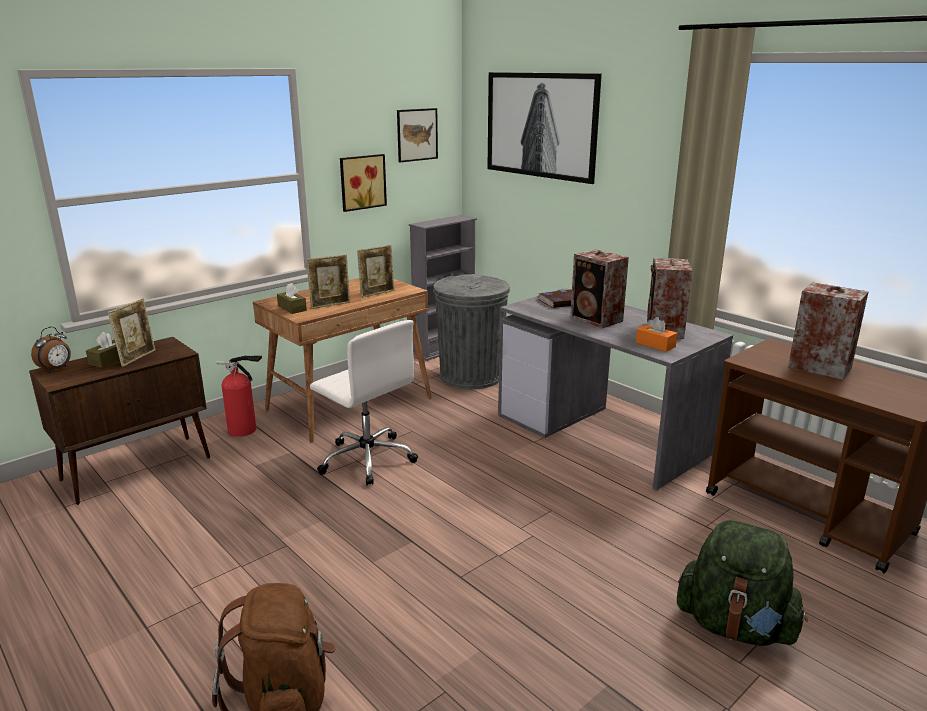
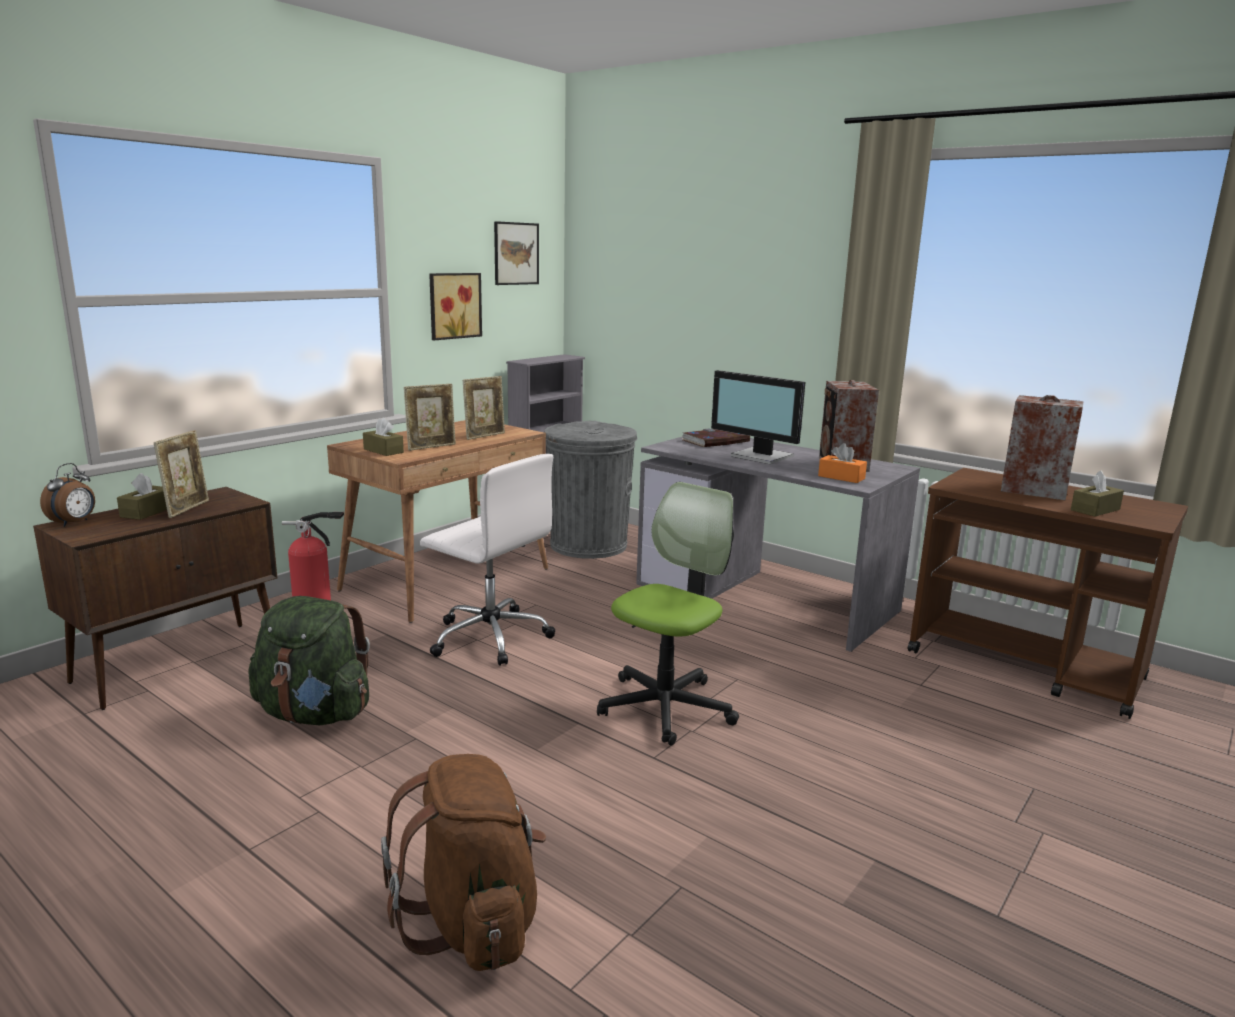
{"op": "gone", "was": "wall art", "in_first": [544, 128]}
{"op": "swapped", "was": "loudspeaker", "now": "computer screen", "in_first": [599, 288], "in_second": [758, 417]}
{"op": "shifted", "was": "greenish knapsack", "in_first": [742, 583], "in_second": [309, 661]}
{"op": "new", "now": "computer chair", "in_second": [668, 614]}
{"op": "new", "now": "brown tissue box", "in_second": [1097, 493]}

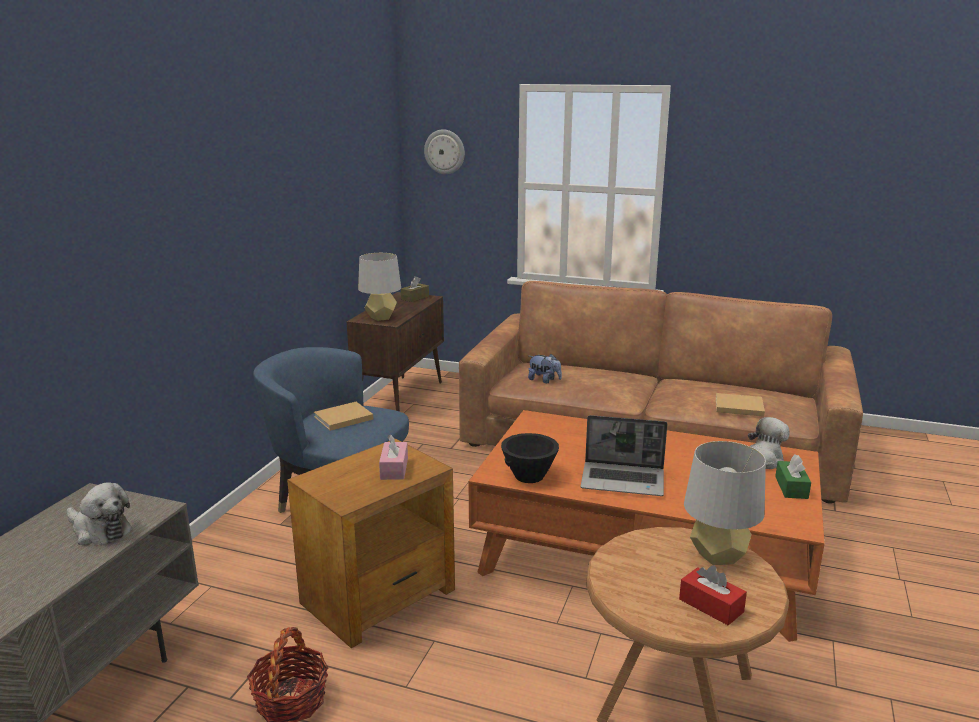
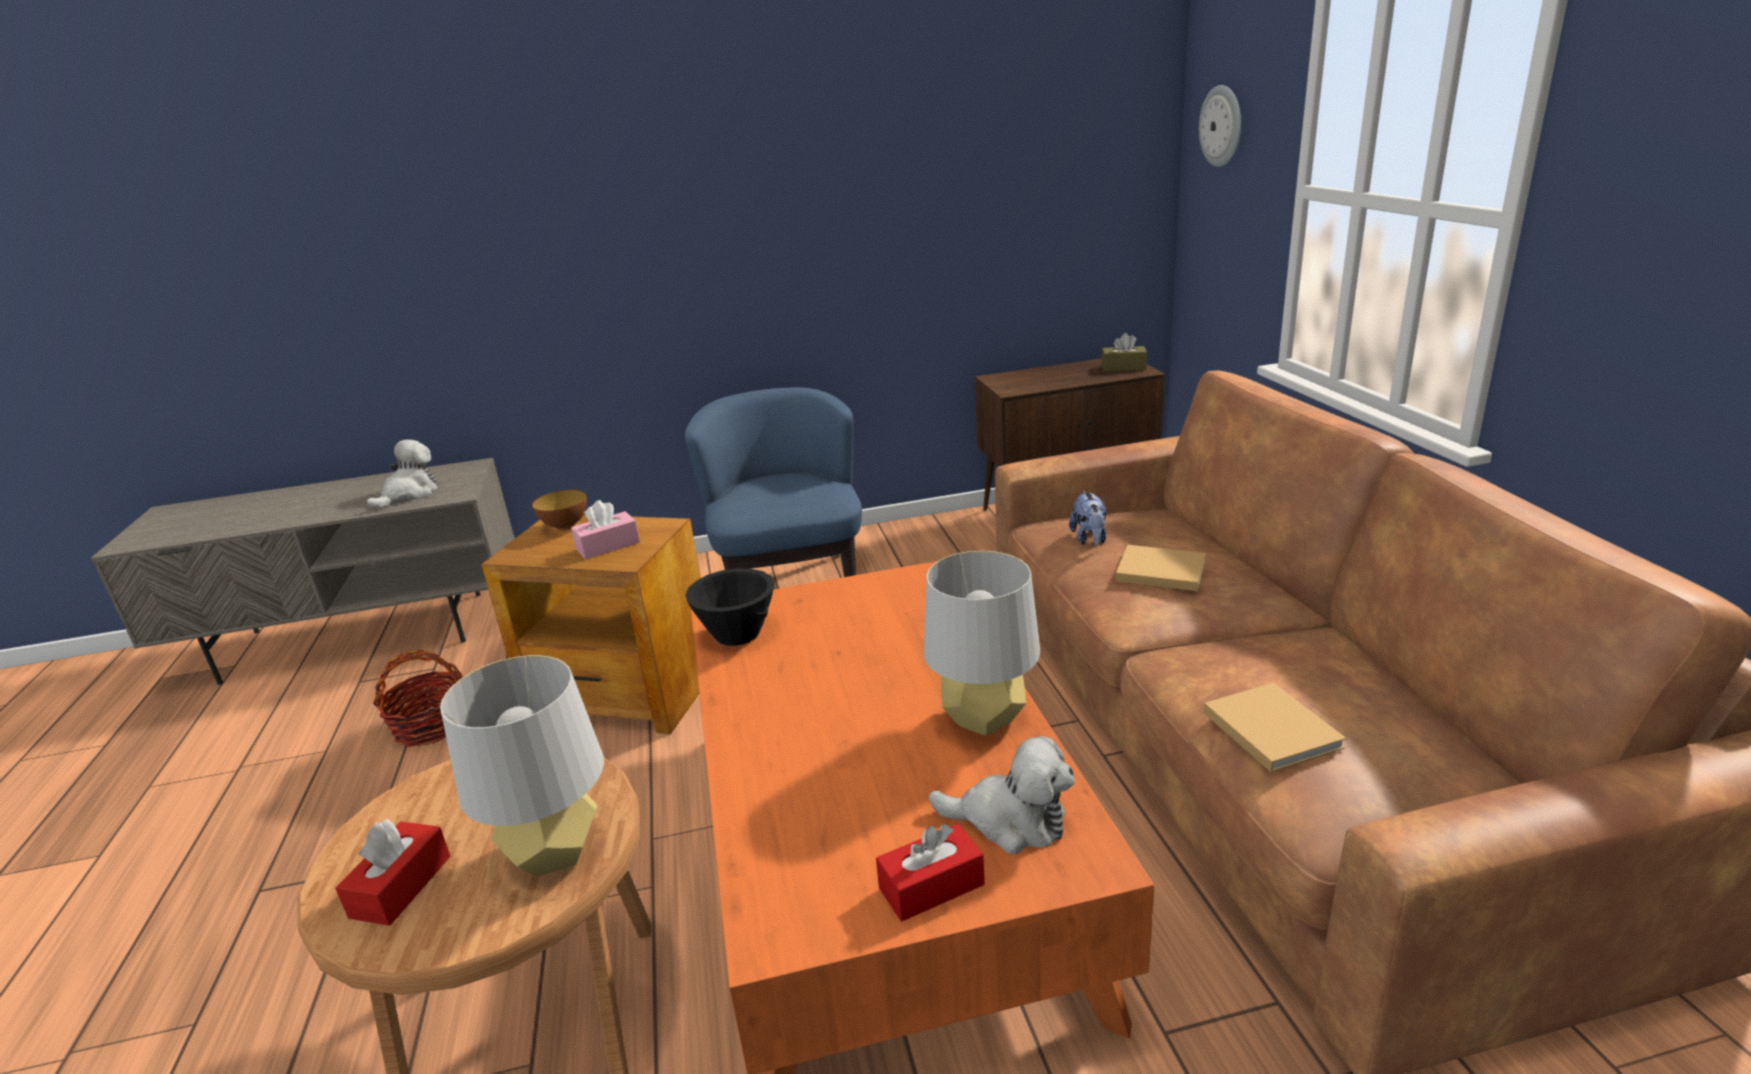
{"op": "rotated", "was": "cuddly toy", "in_first": [99, 513], "in_second": [402, 474], "clockwise": -150}
{"op": "shifted", "was": "beige-coloured volume", "in_first": [343, 416], "in_second": [1161, 568]}
{"op": "shifted", "was": "greyish lamp for a table", "in_first": [379, 287], "in_second": [982, 643]}
{"op": "gone", "was": "notebook computer", "in_first": [623, 455]}
{"op": "repainted", "was": "greenish tissue box", "now": "red tissue box", "in_first": [793, 476], "in_second": [930, 872]}
{"op": "new", "now": "bowl", "in_second": [559, 510]}

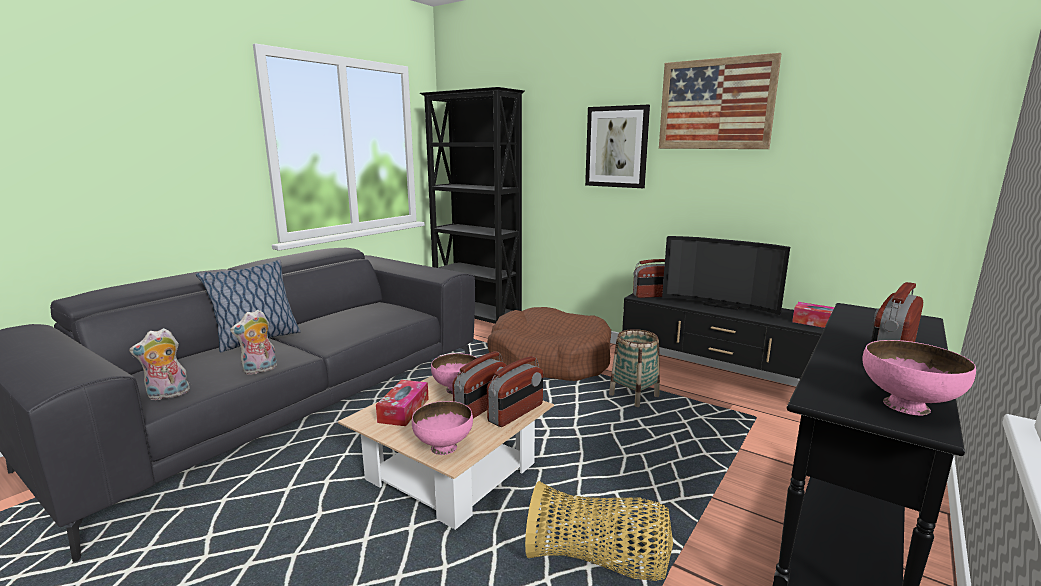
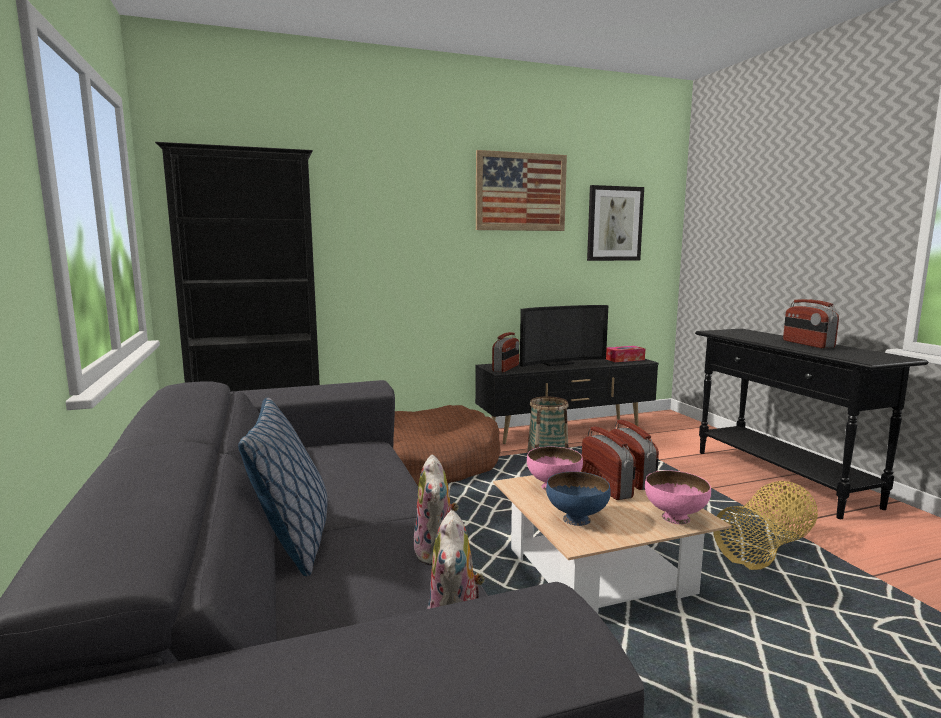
{"op": "swapped", "was": "tissue box", "now": "blue-coloured bowl", "in_first": [402, 403], "in_second": [578, 499]}
{"op": "shifted", "was": "wall art", "in_first": [617, 146], "in_second": [615, 223]}
{"op": "gone", "was": "pink-coloured bowl", "in_first": [919, 377]}

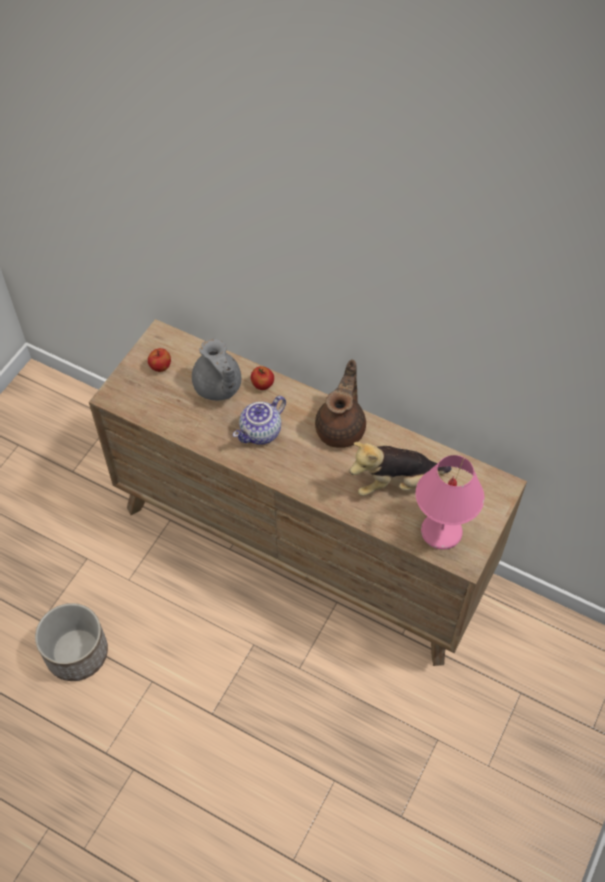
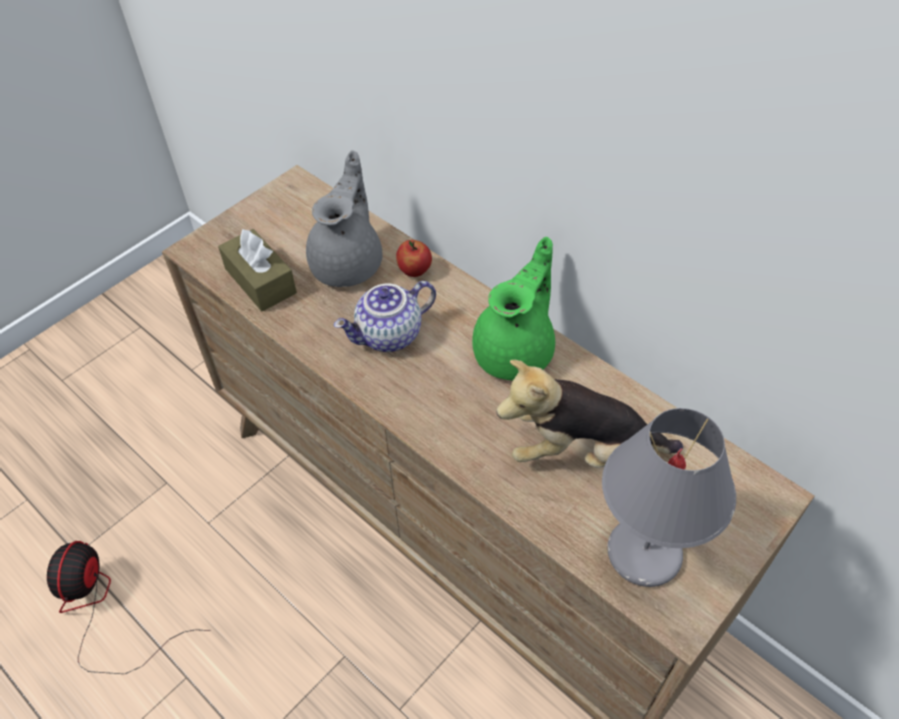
{"op": "swapped", "was": "planter", "now": "electric fan", "in_first": [71, 642], "in_second": [129, 607]}
{"op": "gone", "was": "apple fruit", "in_first": [159, 360]}
{"op": "rotated", "was": "greyish pot for tea", "in_first": [216, 369], "in_second": [344, 218], "clockwise": -150}
{"op": "repainted", "was": "brown pot for tea", "now": "greenish pot for tea", "in_first": [340, 404], "in_second": [513, 308]}
{"op": "repainted", "was": "pink-coloured lamp for a table", "now": "greyish lamp for a table", "in_first": [450, 502], "in_second": [669, 497]}
{"op": "new", "now": "brown tissue box", "in_second": [257, 270]}

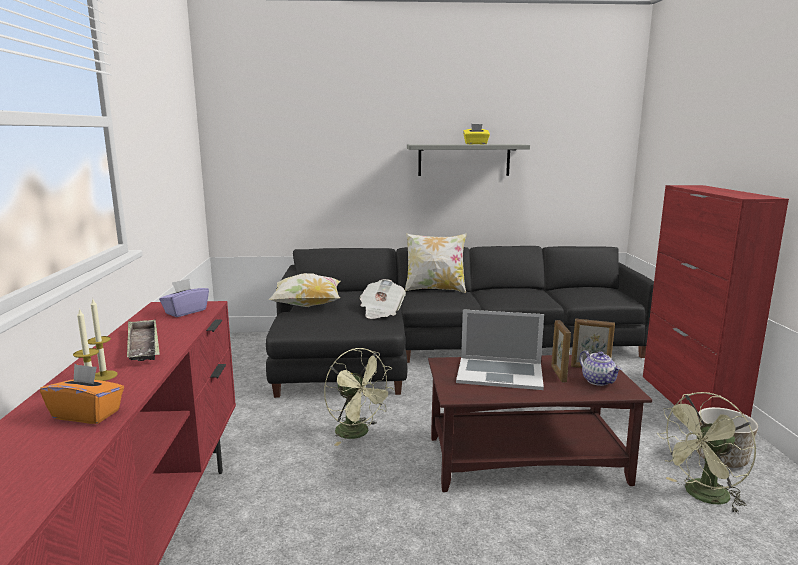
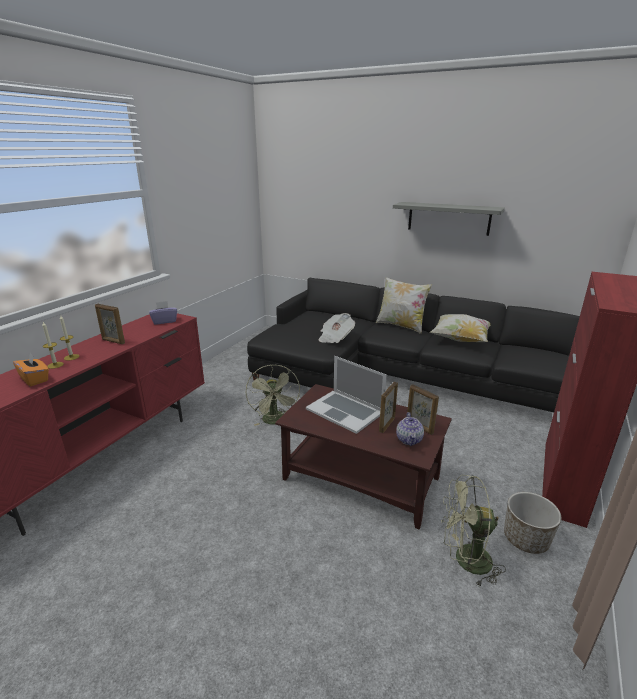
{"op": "swapped", "was": "serving tray", "now": "standing frame", "in_first": [143, 340], "in_second": [110, 324]}
{"op": "shifted", "was": "cushion", "in_first": [304, 290], "in_second": [461, 328]}
{"op": "gone", "was": "yellow tissue box", "in_first": [476, 134]}

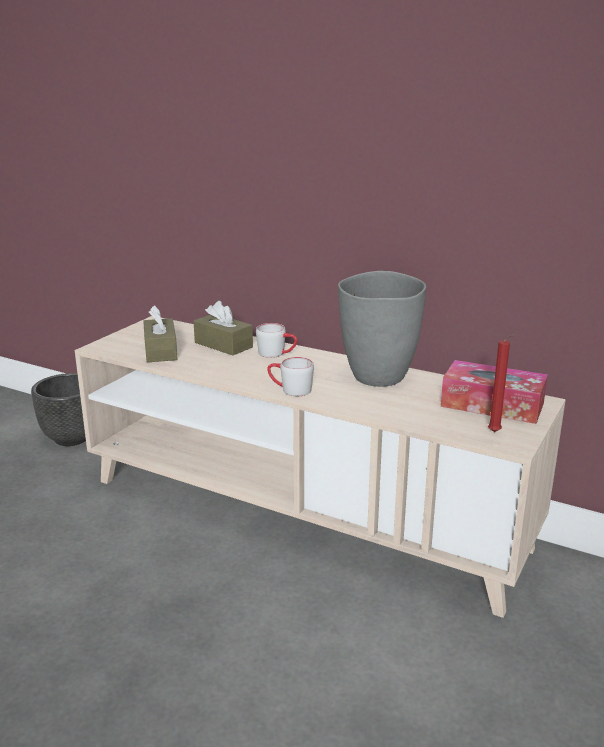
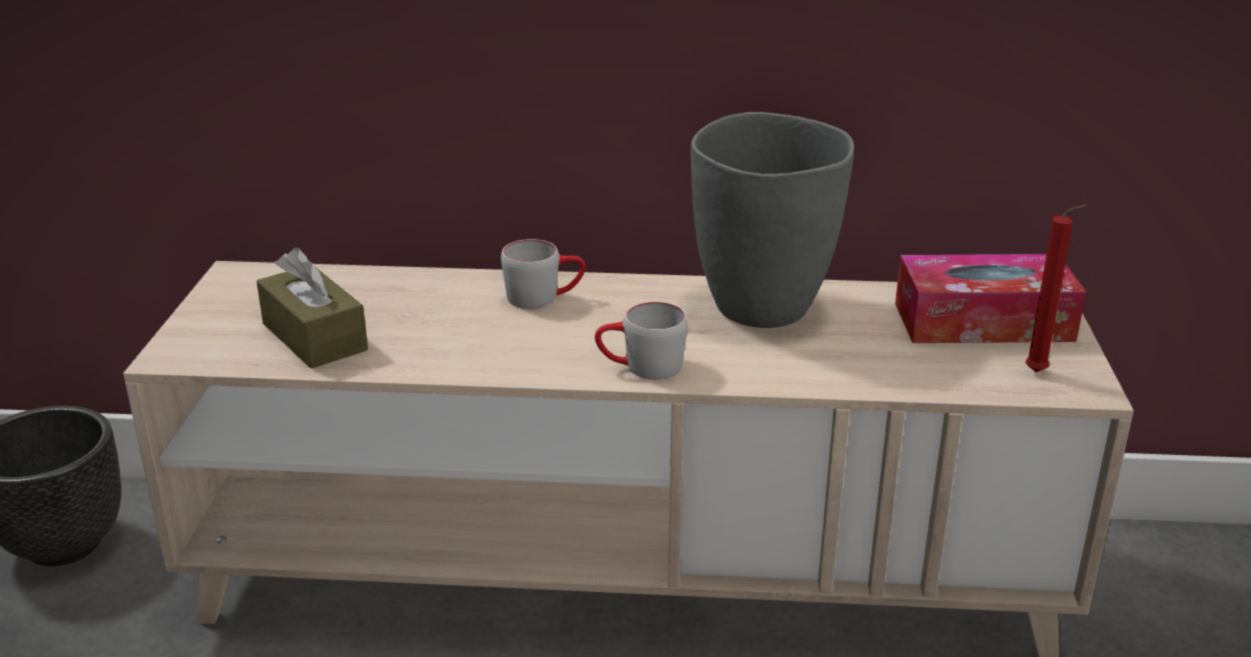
{"op": "gone", "was": "brown tissue box", "in_first": [223, 328]}

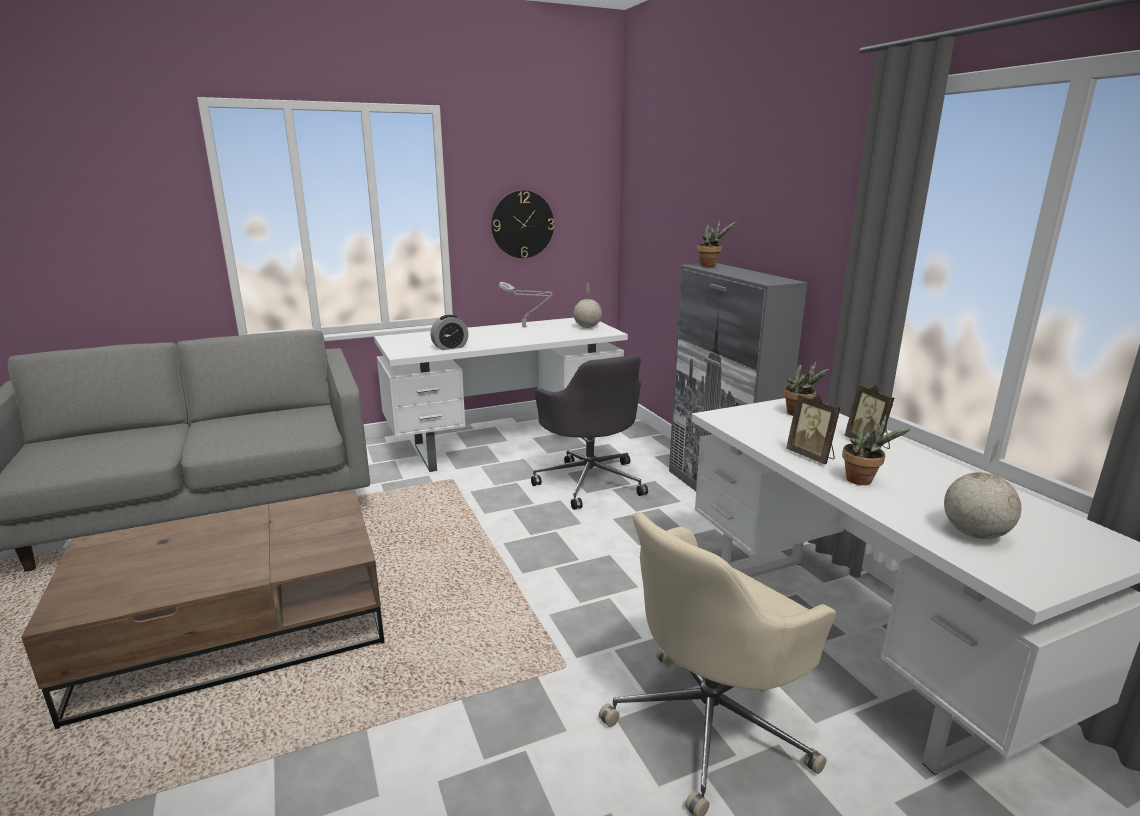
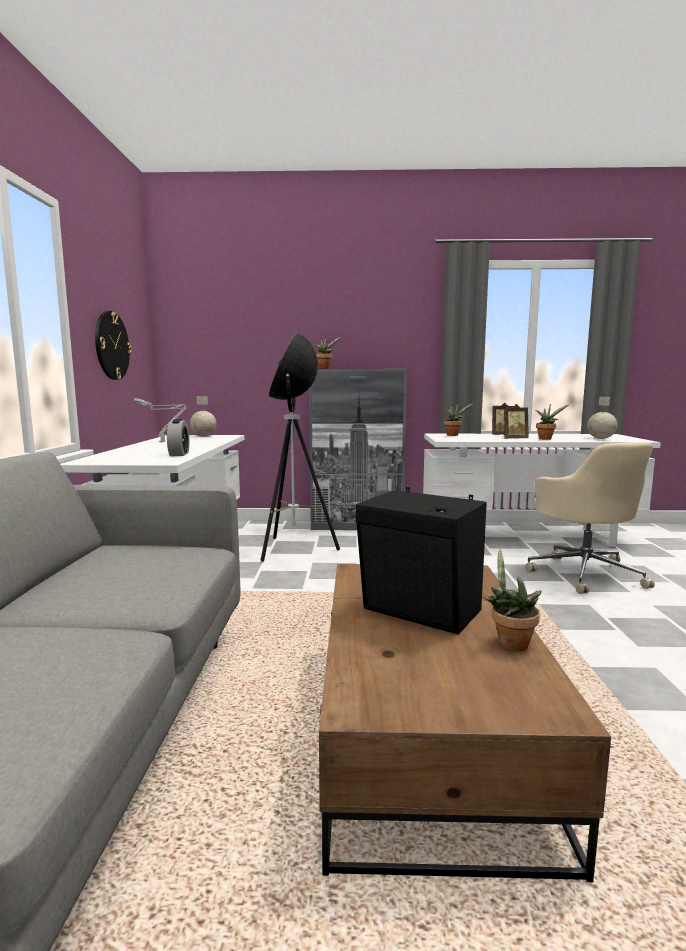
{"op": "swapped", "was": "greyish computer chair", "now": "standard lamp", "in_first": [589, 432], "in_second": [300, 447]}
{"op": "new", "now": "blackish loudspeaker", "in_second": [421, 561]}
{"op": "new", "now": "potted plant", "in_second": [512, 600]}

